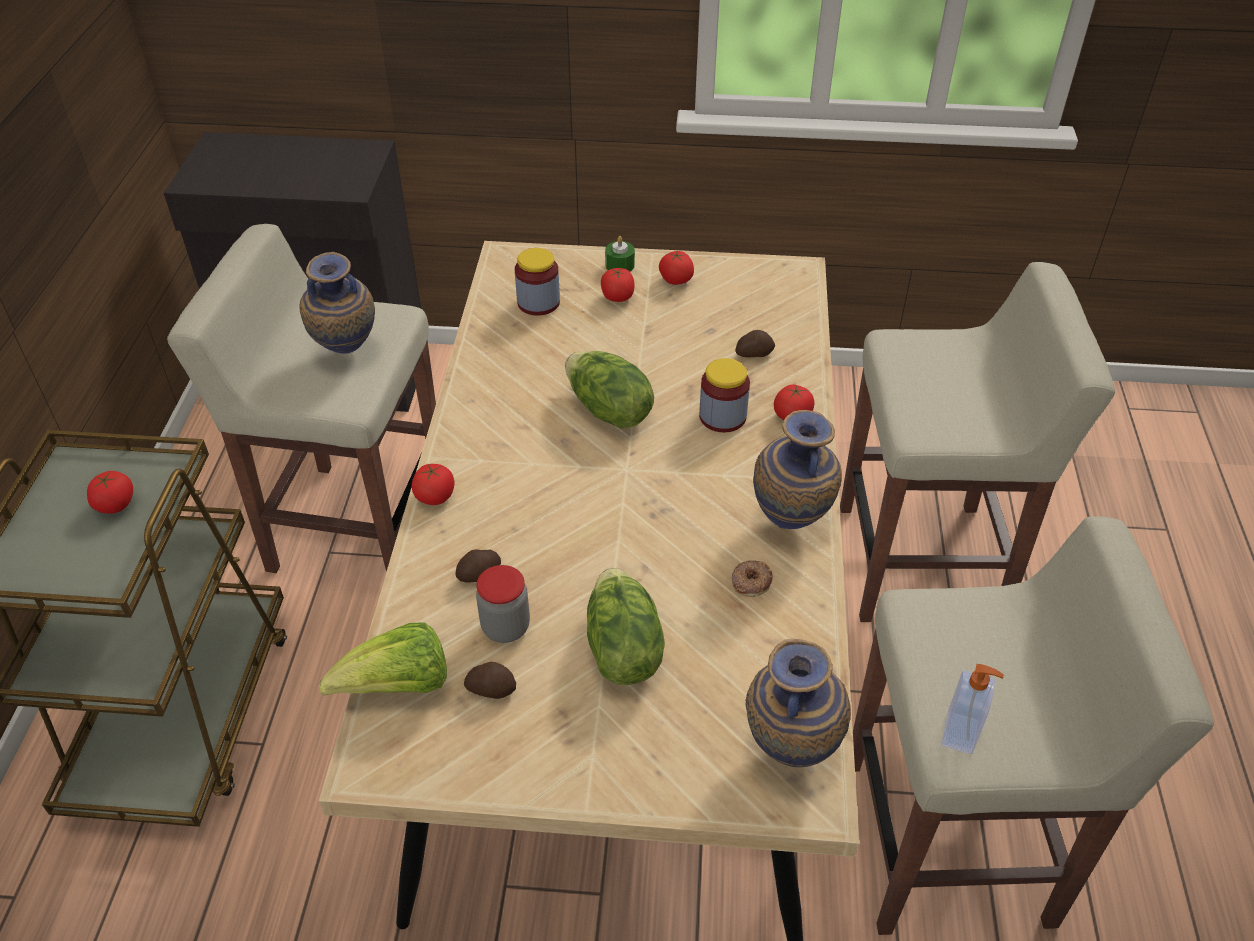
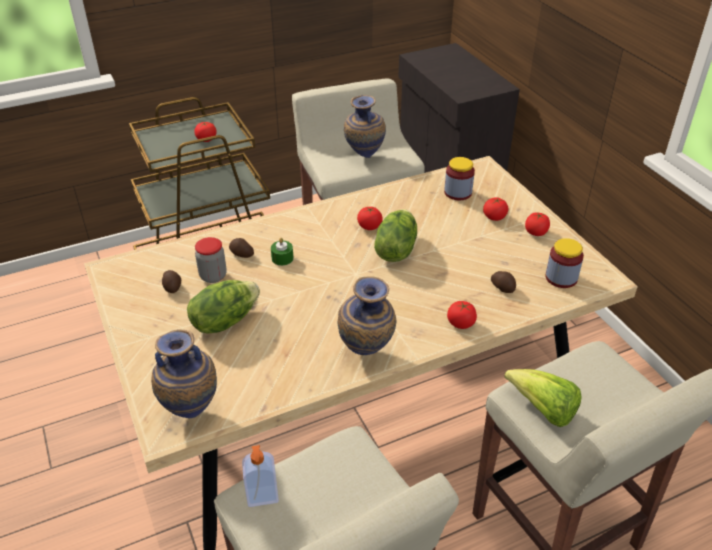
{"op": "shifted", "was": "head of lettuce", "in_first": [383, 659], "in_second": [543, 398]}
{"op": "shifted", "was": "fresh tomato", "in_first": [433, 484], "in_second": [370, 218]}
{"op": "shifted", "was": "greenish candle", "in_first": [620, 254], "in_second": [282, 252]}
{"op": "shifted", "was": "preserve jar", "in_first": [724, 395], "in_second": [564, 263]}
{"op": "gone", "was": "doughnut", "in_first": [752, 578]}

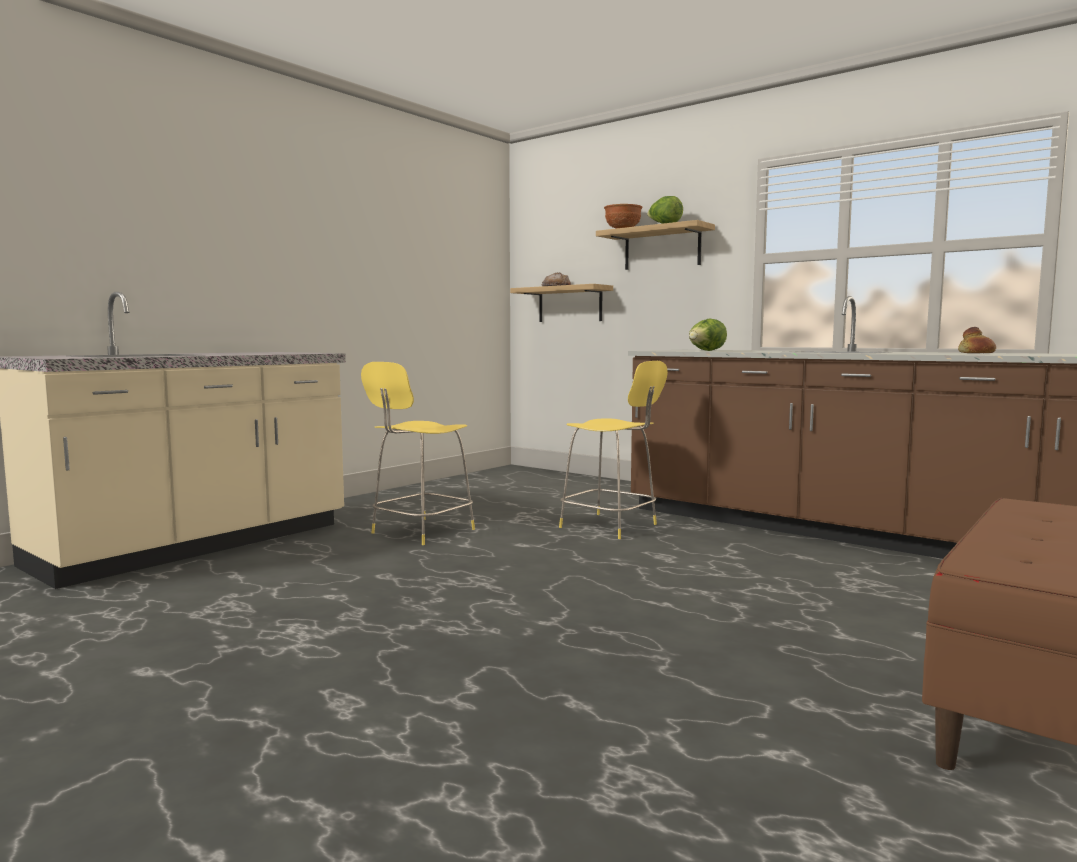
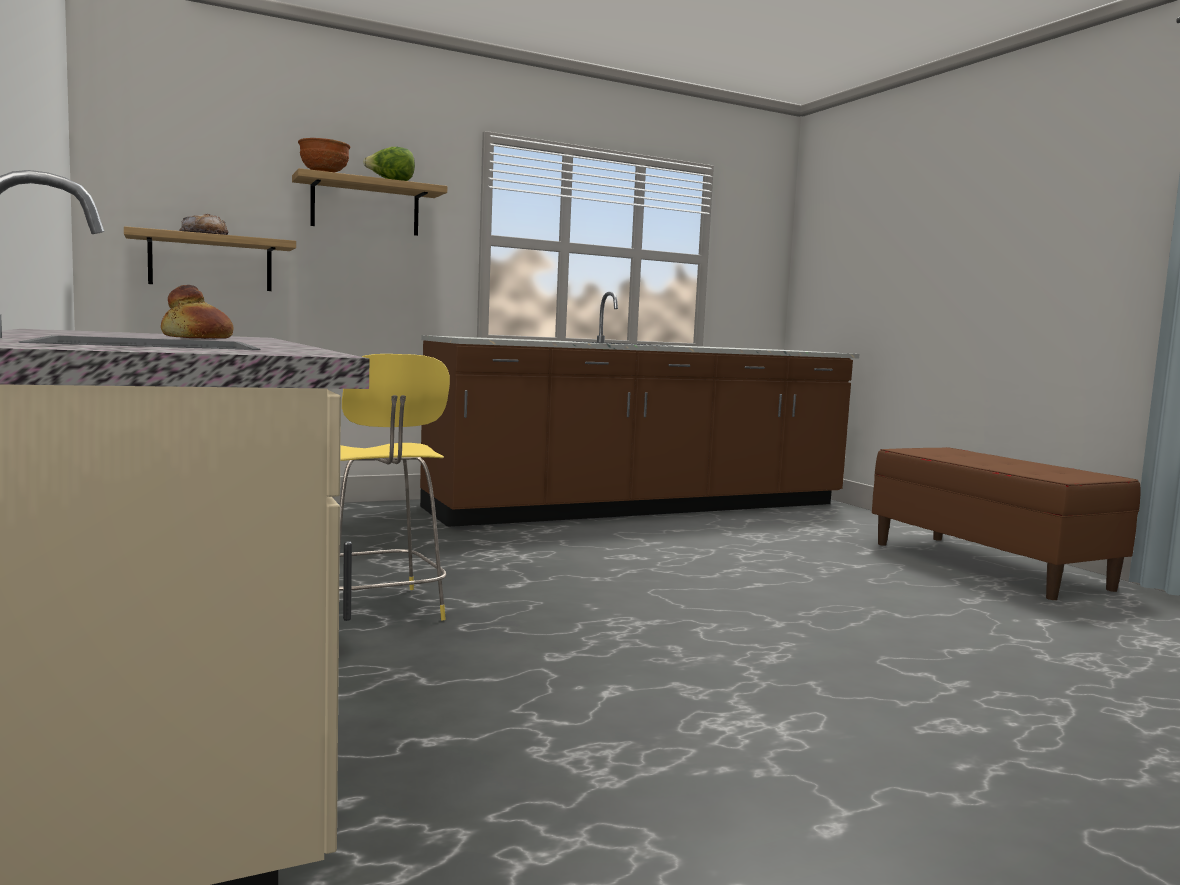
{"op": "gone", "was": "yellow stool", "in_first": [613, 450]}
{"op": "gone", "was": "head of lettuce", "in_first": [708, 335]}
{"op": "shifted", "was": "bread", "in_first": [977, 340], "in_second": [197, 312]}

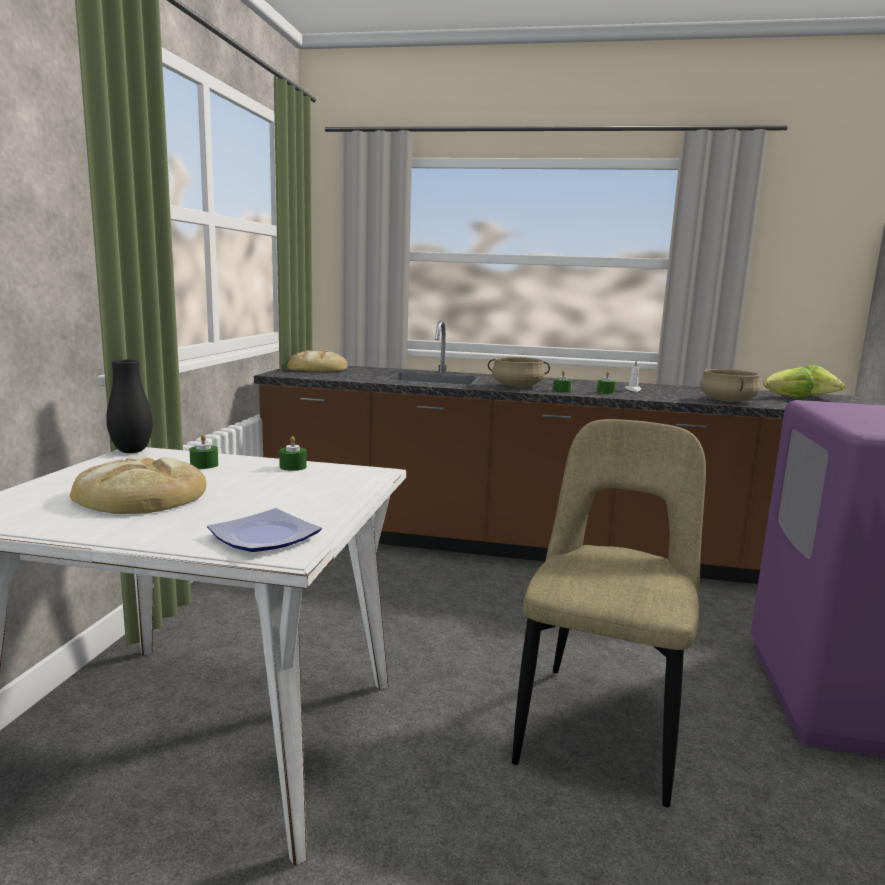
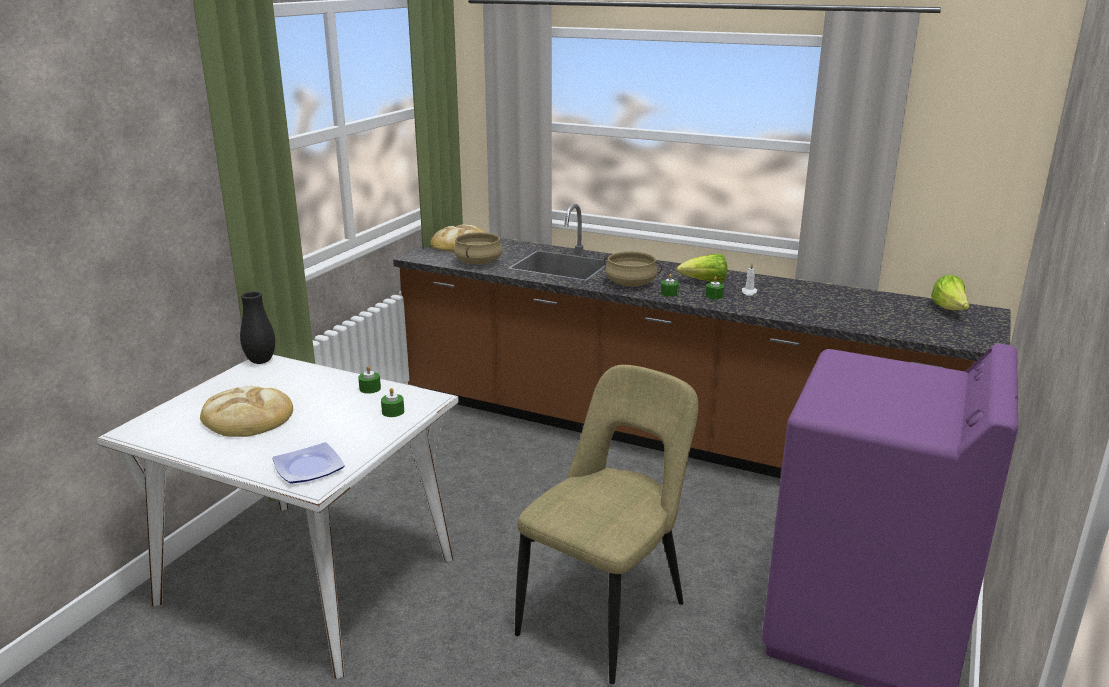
{"op": "shifted", "was": "greenish candle", "in_first": [203, 451], "in_second": [392, 402]}
{"op": "shifted", "was": "beige-coloured cooking pot", "in_first": [730, 385], "in_second": [478, 248]}
{"op": "shifted", "was": "head of lettuce", "in_first": [788, 382], "in_second": [701, 268]}

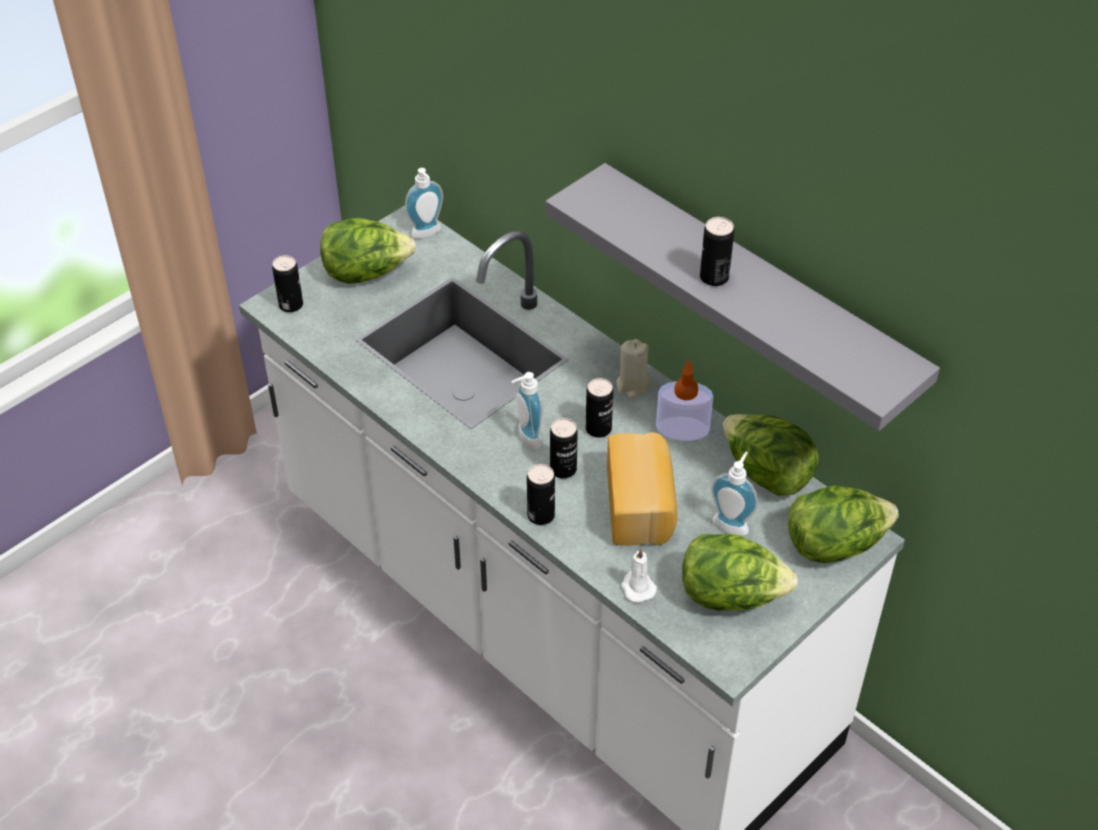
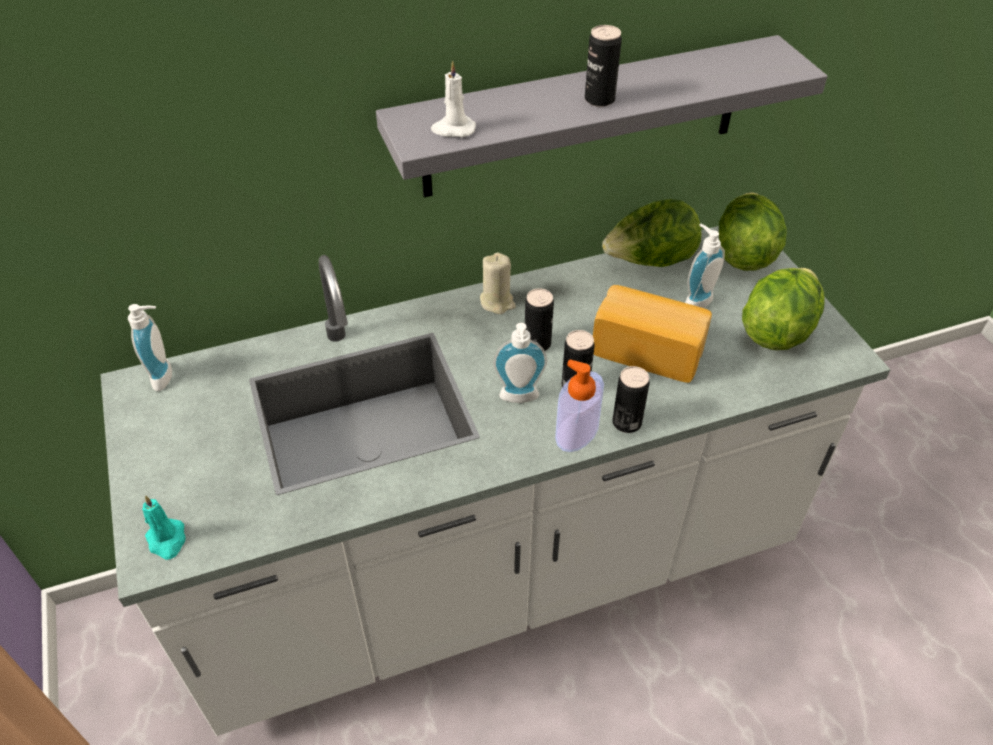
{"op": "swapped", "was": "metal can", "now": "blue-green candle", "in_first": [287, 283], "in_second": [164, 527]}
{"op": "gone", "was": "head of lettuce", "in_first": [368, 251]}
{"op": "shifted", "was": "white-coloured candle", "in_first": [639, 575], "in_second": [453, 98]}
{"op": "shifted", "was": "liquid soap bottle", "in_first": [684, 401], "in_second": [579, 406]}

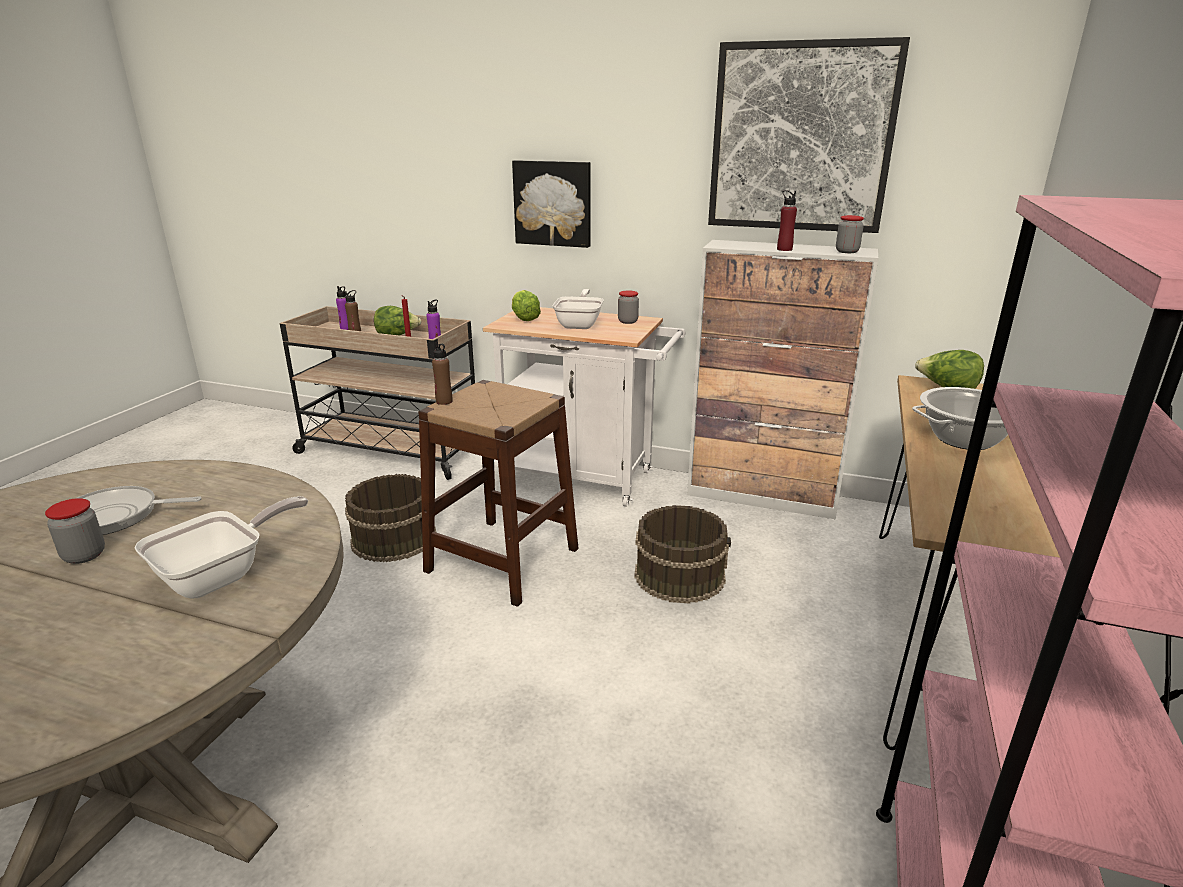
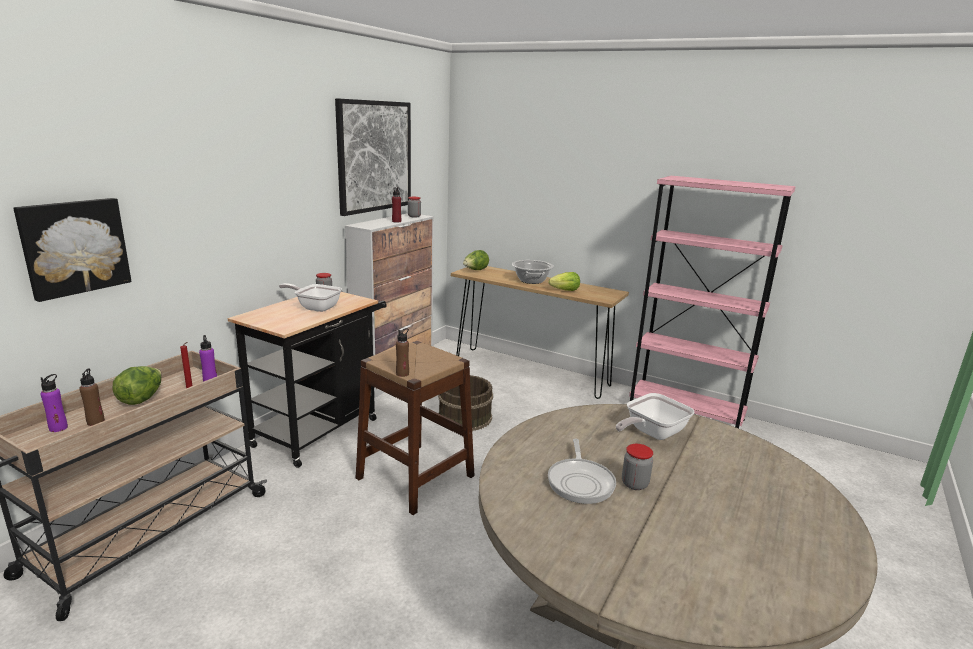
{"op": "rotated", "was": "skillet", "in_first": [221, 547], "in_second": [655, 416], "clockwise": -90}
{"op": "gone", "was": "brown water bucket", "in_first": [391, 518]}
{"op": "repainted", "was": "white-coloured trolley", "now": "blackish trolley", "in_first": [584, 407], "in_second": [307, 379]}
{"op": "shifted", "was": "wall art", "in_first": [551, 204], "in_second": [72, 250]}
{"op": "shifted", "was": "head of lettuce", "in_first": [526, 305], "in_second": [564, 281]}

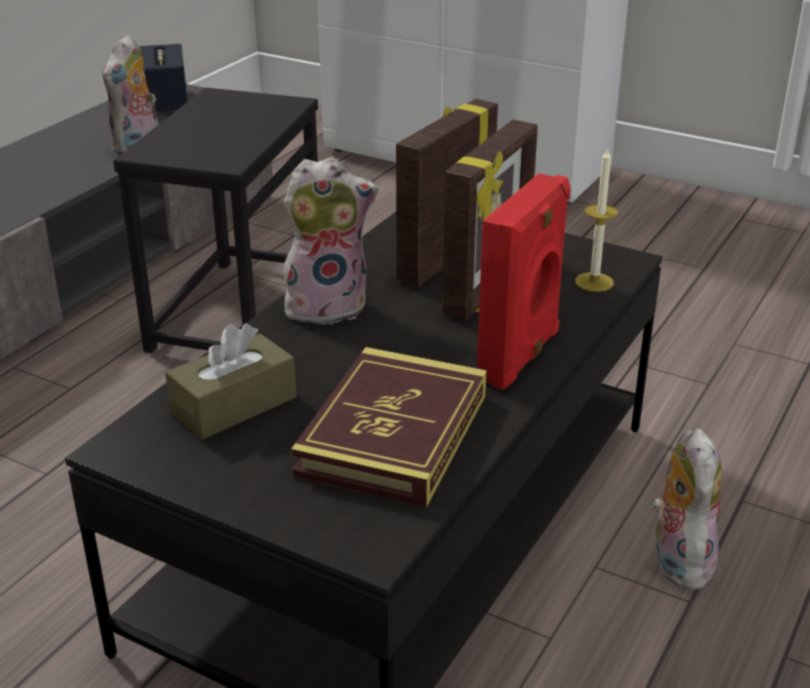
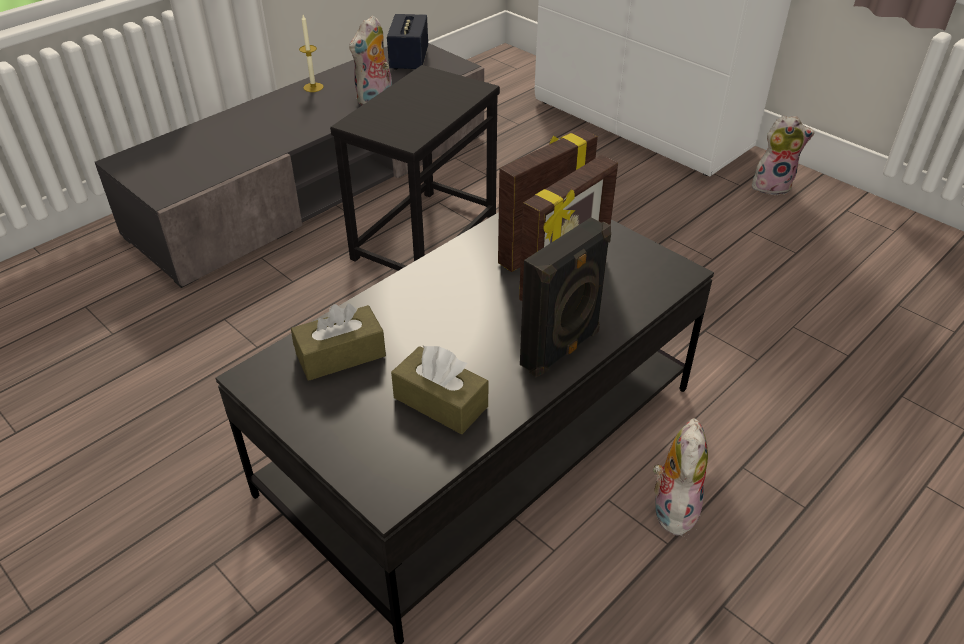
{"op": "shifted", "was": "cuddly toy", "in_first": [330, 241], "in_second": [783, 155]}
{"op": "swapped", "was": "volume", "now": "brown tissue box", "in_first": [389, 427], "in_second": [439, 390]}
{"op": "repainted", "was": "red loudspeaker", "now": "blackish loudspeaker", "in_first": [524, 281], "in_second": [565, 297]}
{"op": "shifted", "was": "candle", "in_first": [596, 220], "in_second": [311, 53]}

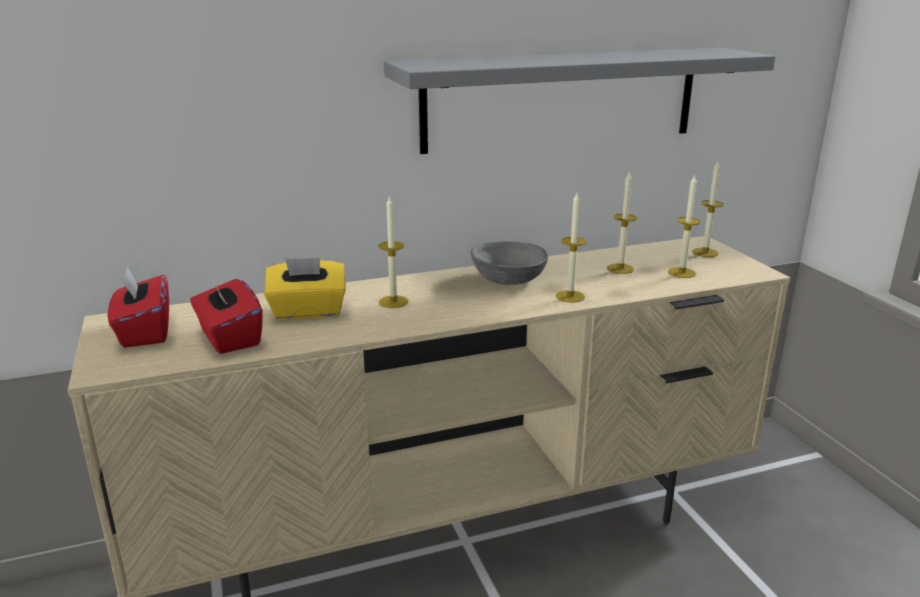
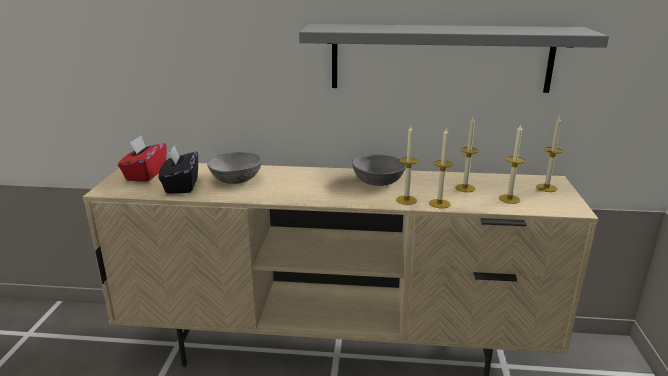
{"op": "repainted", "was": "red tissue box", "now": "blackish tissue box", "in_first": [226, 314], "in_second": [178, 169]}
{"op": "swapped", "was": "yellow tissue box", "now": "greyish bowl", "in_first": [304, 289], "in_second": [234, 168]}
{"op": "shifted", "was": "candle", "in_first": [393, 251], "in_second": [441, 168]}

